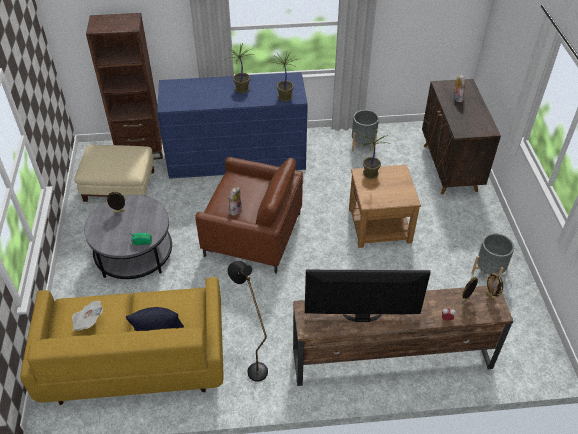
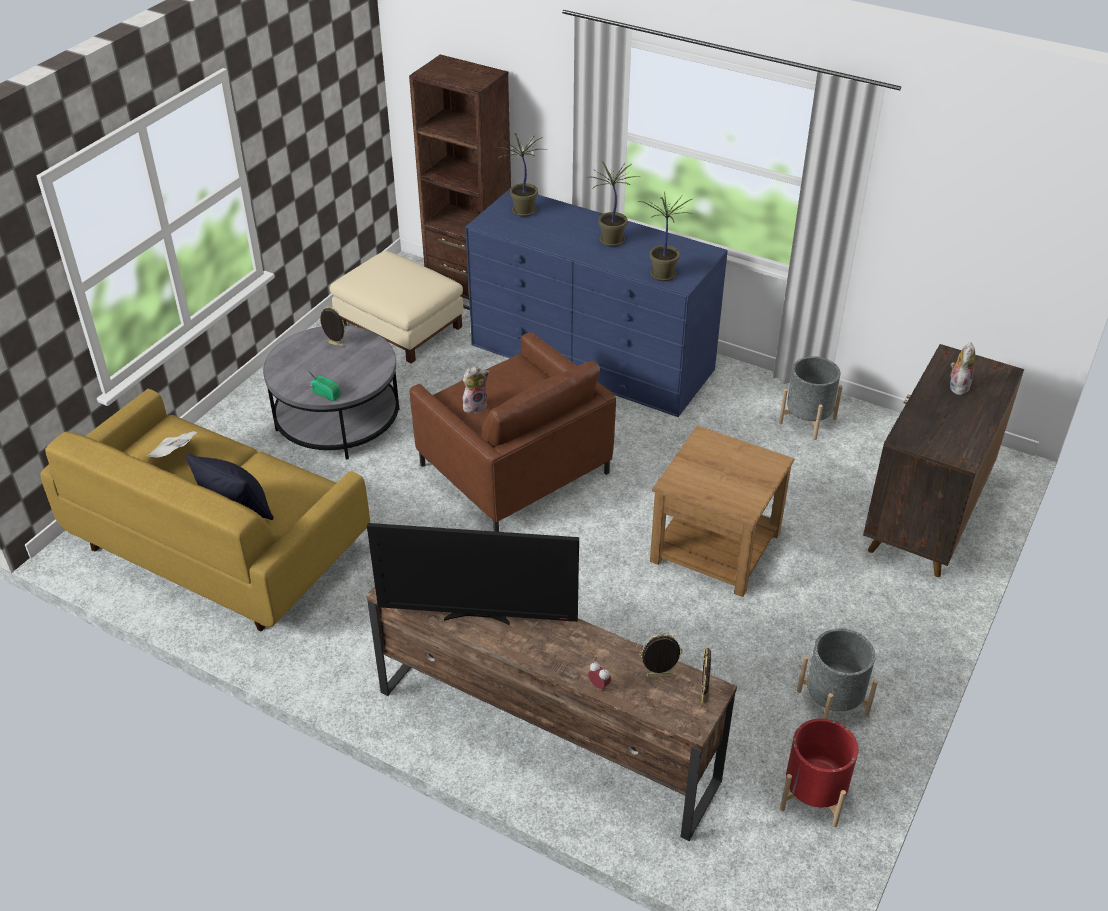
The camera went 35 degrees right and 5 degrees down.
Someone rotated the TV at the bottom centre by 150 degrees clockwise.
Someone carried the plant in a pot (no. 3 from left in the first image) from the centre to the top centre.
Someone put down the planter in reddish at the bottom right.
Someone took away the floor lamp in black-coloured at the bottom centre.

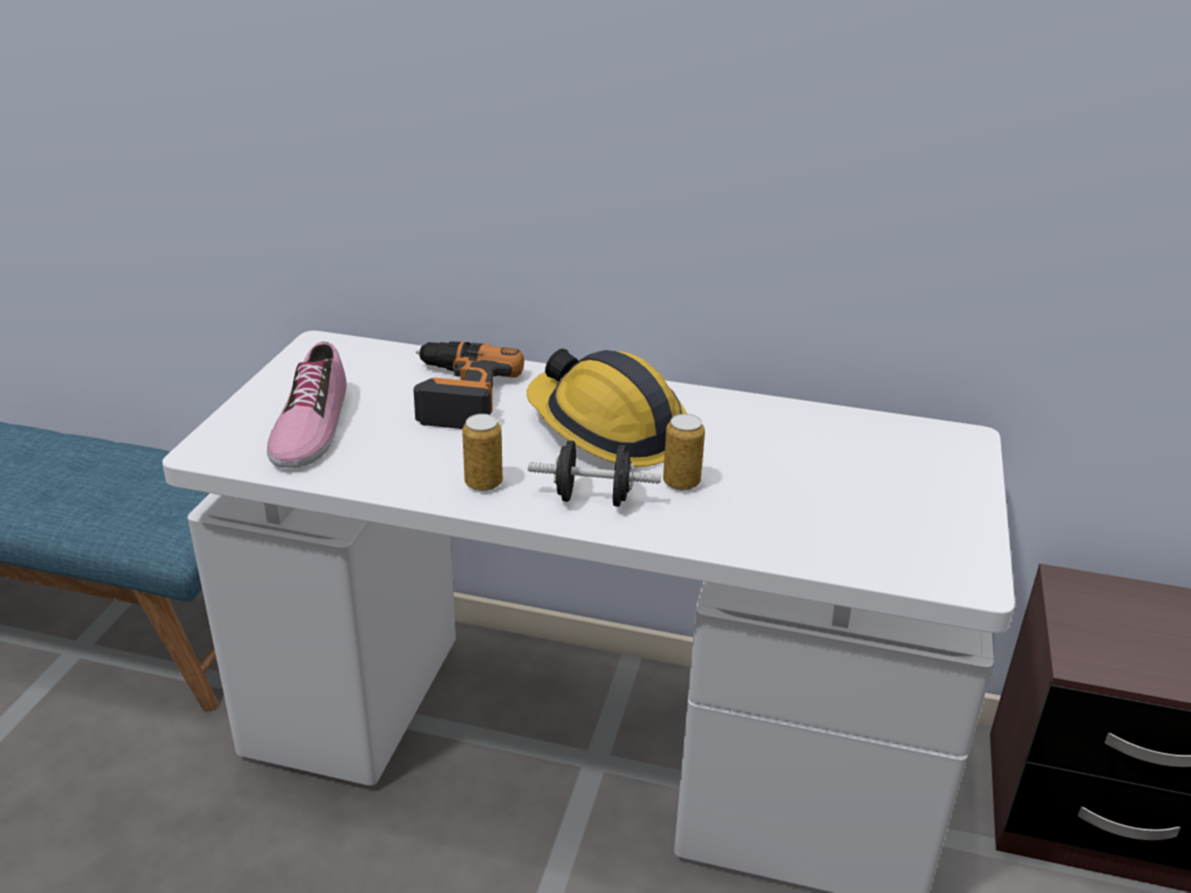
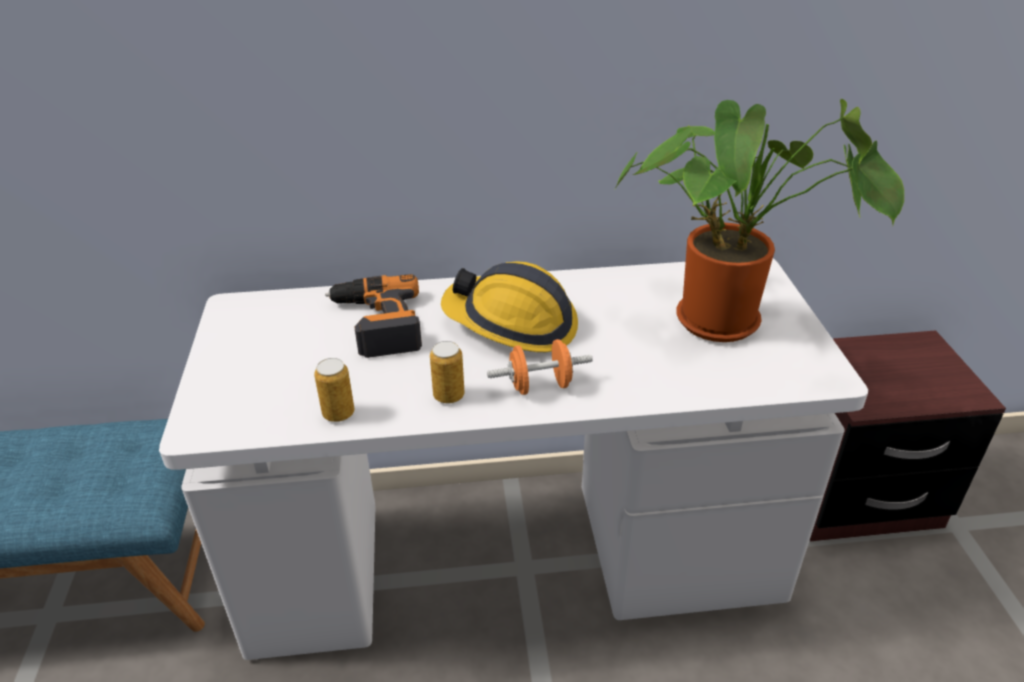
The camera went 20 degrees left and 5 degrees up.
Someone carried the sealed can (no. 2 from left in the first image) from the centre to the middle left.
Someone repainted the dumbbell in black-coloured at the centre, which became the dumbbell in orangey at the centre.
Someone put down the plant in a pot at the top right.
Someone took away the low shoe at the middle left.

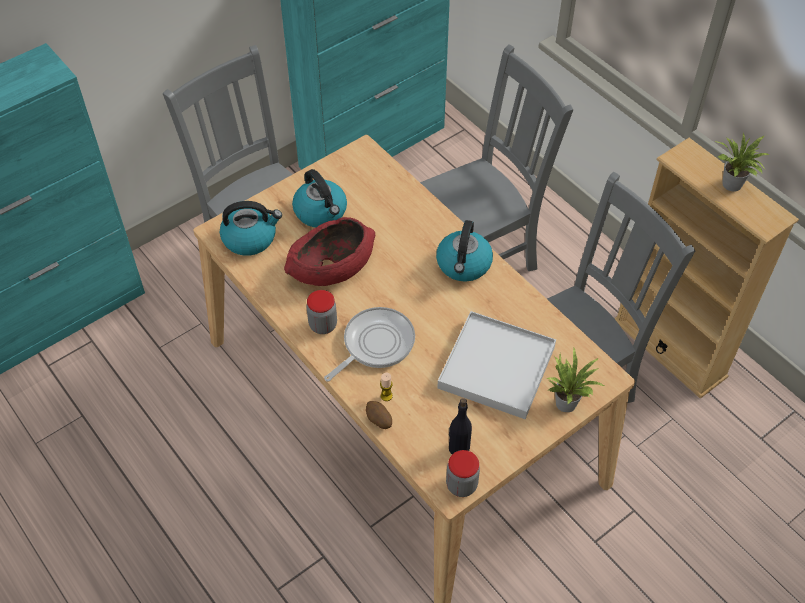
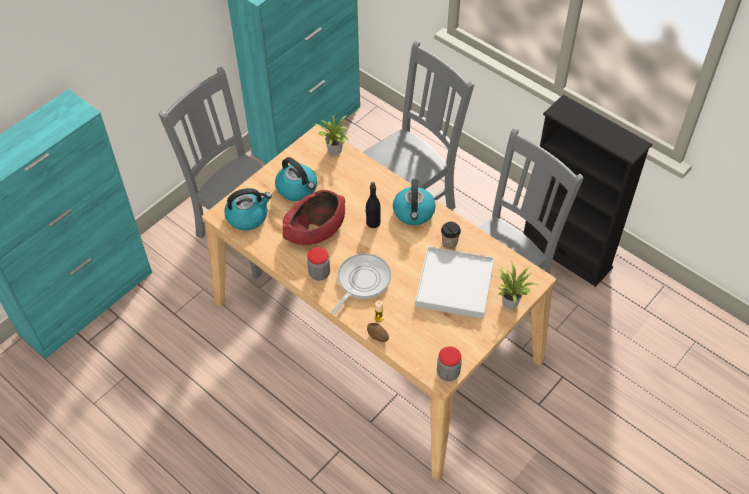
The camera went 10 degrees left and 0 degrees up.
Someone carried the plant in a pot (no. 2 from left in the first image) from the top right to the top centre.
Someone carried the drink bottle in black-coloured from the bottom centre to the centre.
Someone put down the cup at the centre.
Someone repainted the shelving unit in beige-coloured at the middle right, which became the shelving unit in black-coloured at the middle right.

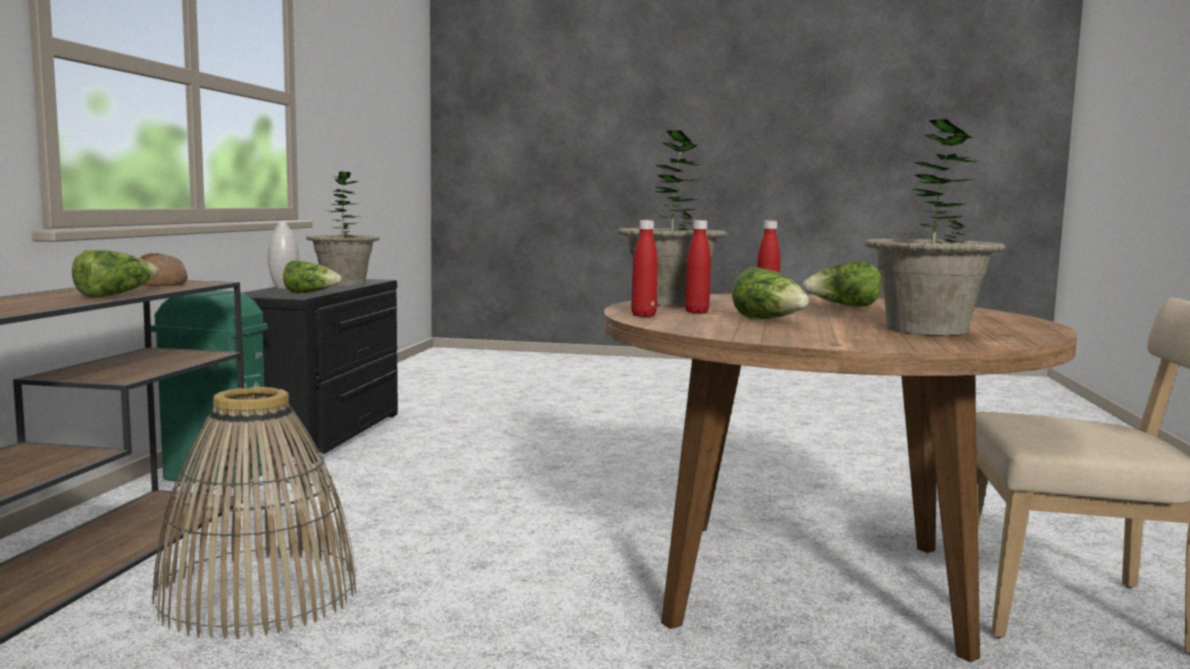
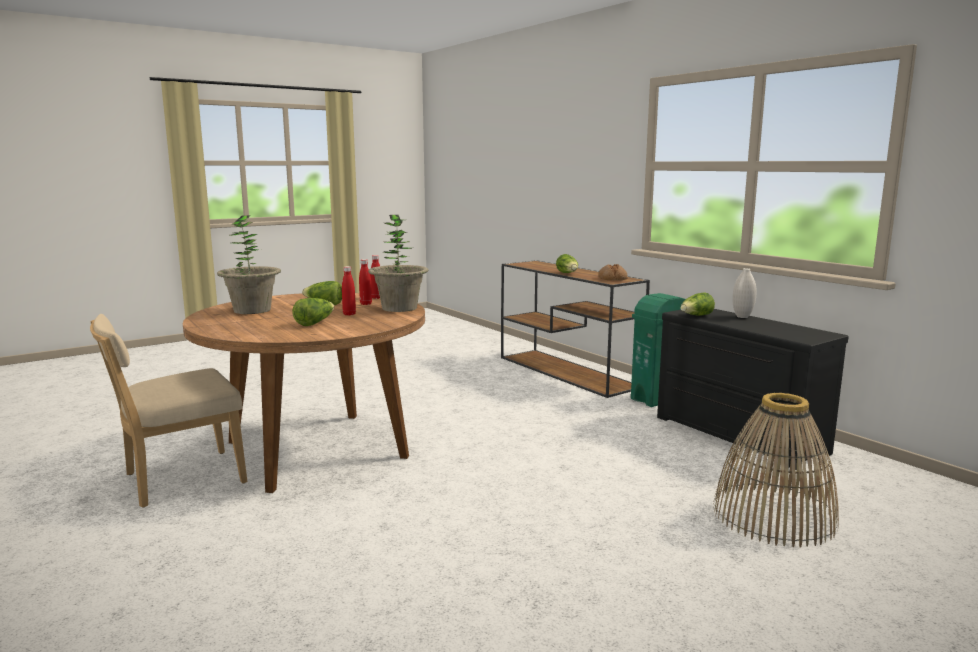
The camera went 135 degrees right and 5 degrees up.
Someone carried the storage basket from the bottom left to the bottom right.
Someone took away the plant in a pot (no. 1 from left) at the middle left.

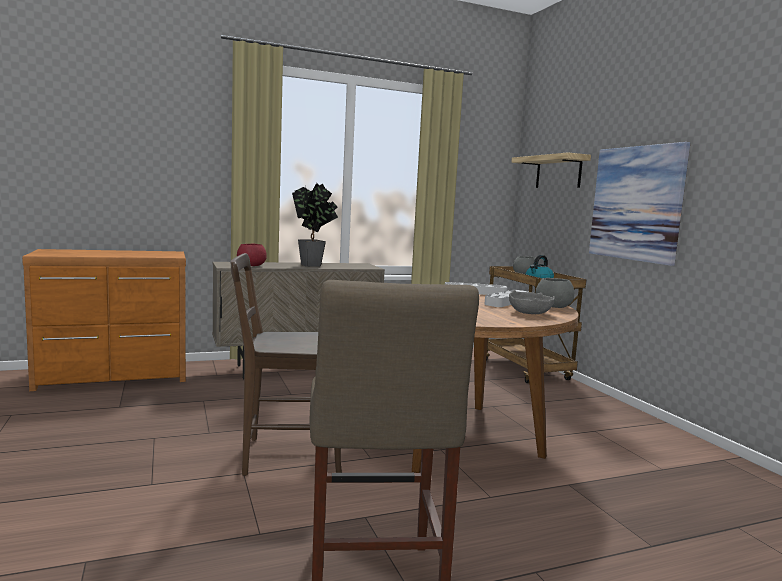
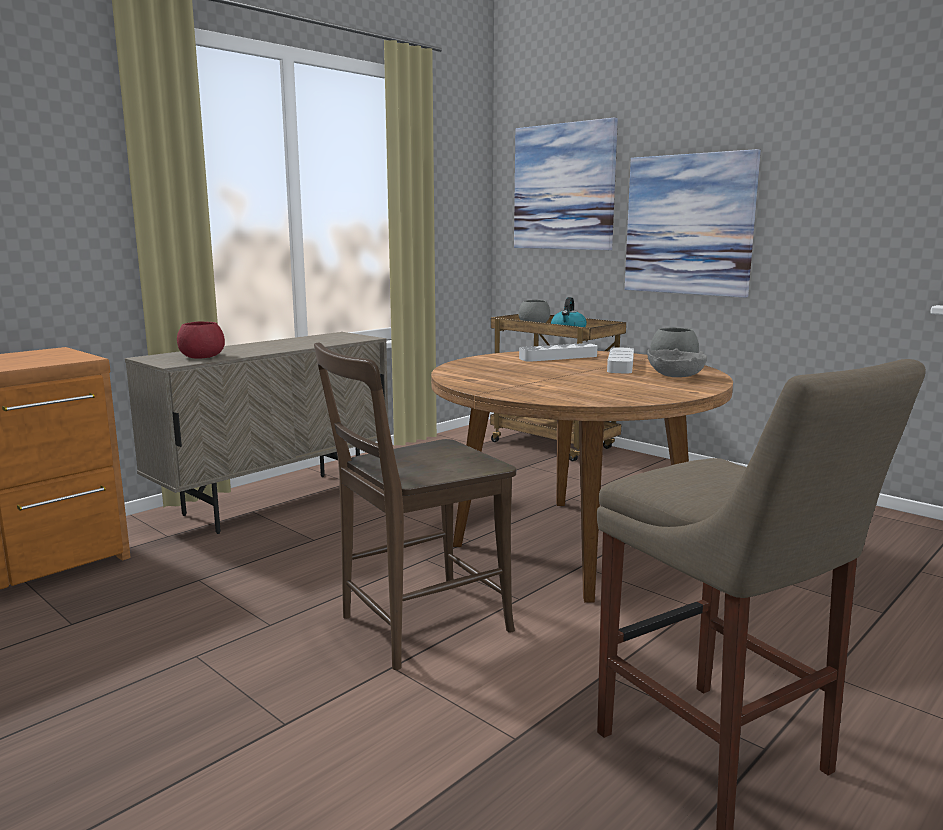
The camera went 25 degrees left and 5 degrees up.
Someone swapped the shelf at the top right for the wall picture (no. 1 from left) at the top centre.
Someone took away the plant in a pot at the centre.

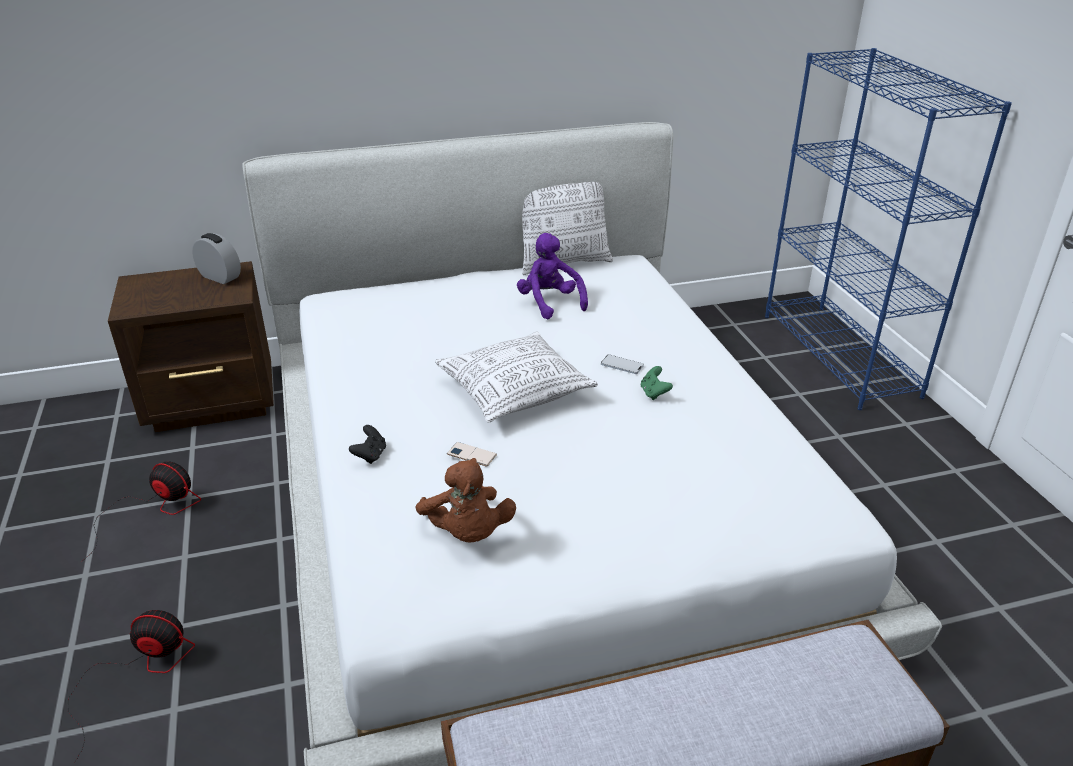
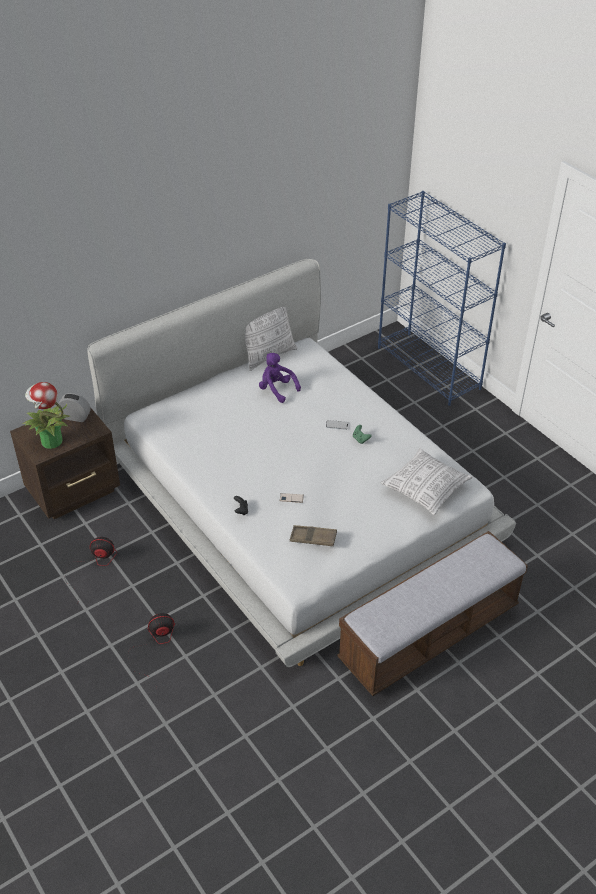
The camera went 20 degrees left and 10 degrees up.
Someone put down the plant in a pot at the middle left.
Someone swapped the plush toy in brownish at the centre for the tray in brownish at the centre.
Someone carried the pillow (no. 1 from left in the first image) from the centre to the middle right.

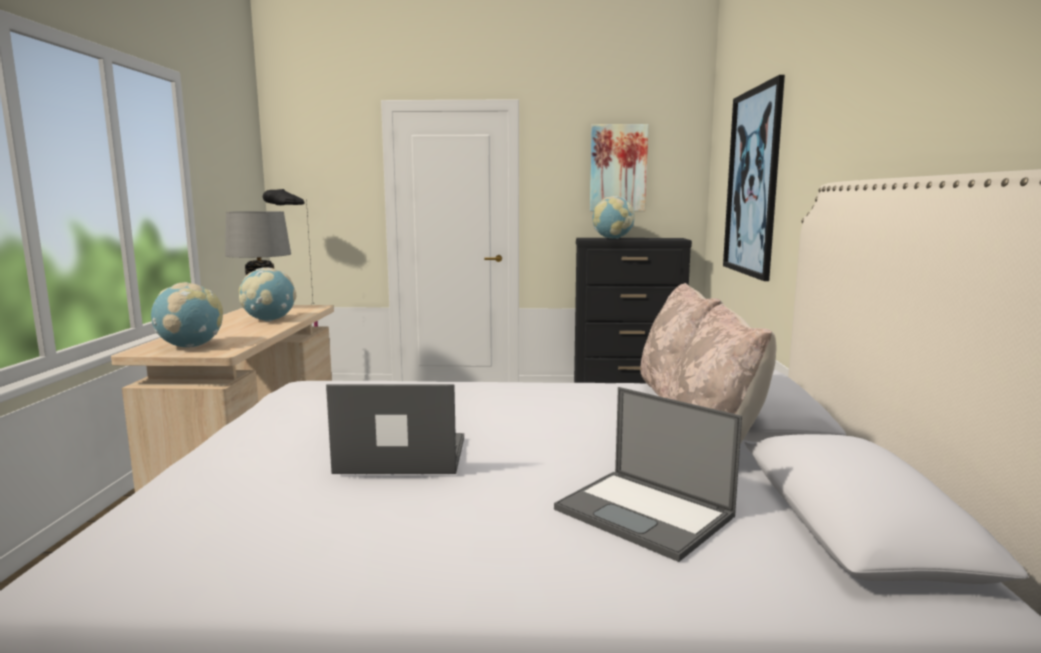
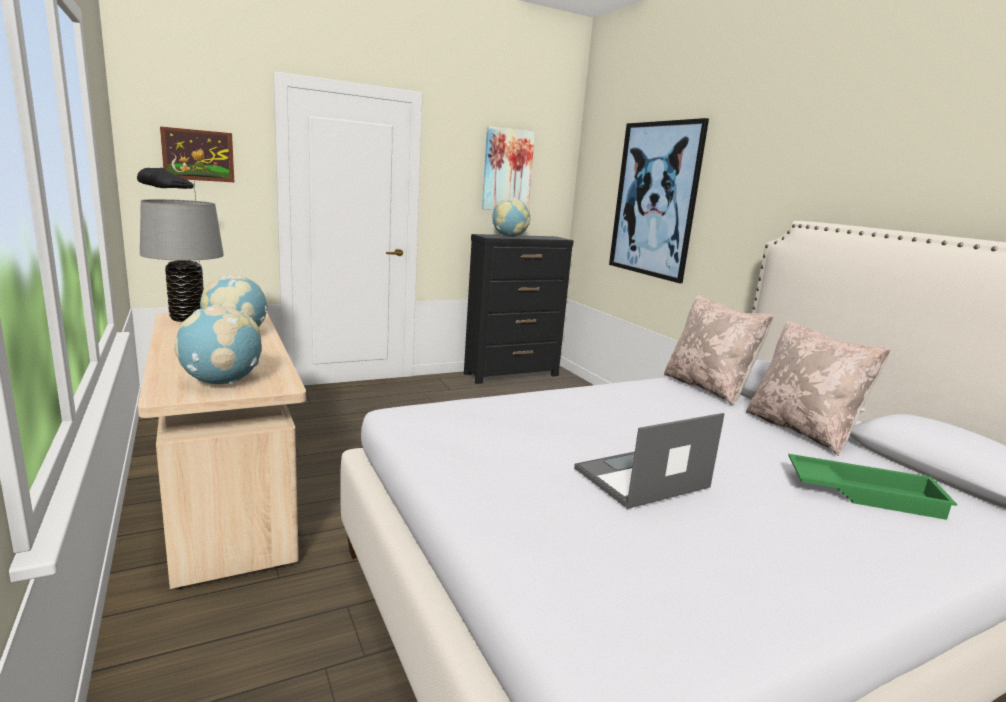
The camera went 30 degrees left and 5 degrees up.
Someone put up the wall picture (no. 1 from left) at the top left.
Someone swapped the portable computer (no. 2 from left) at the bottom centre for the tray in green-coloured at the bottom right.

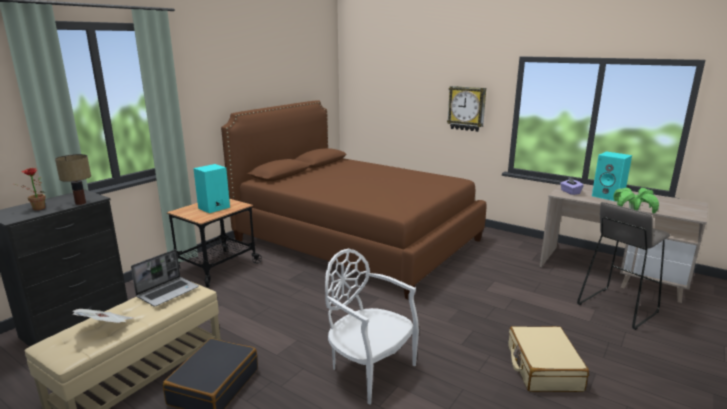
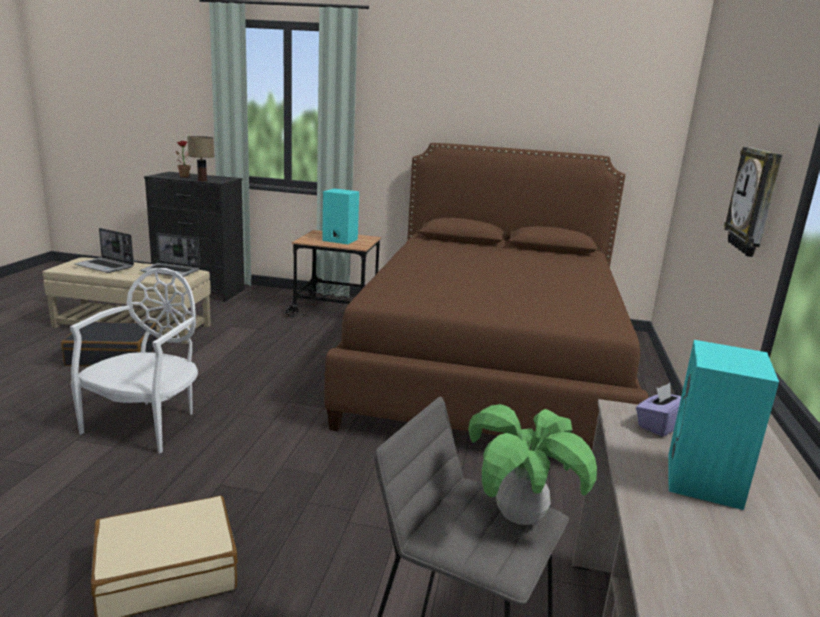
The camera went 65 degrees right and 0 degrees up.
Someone swapped the newspaper at the bottom left for the portable computer (no. 1 from left) at the middle left.

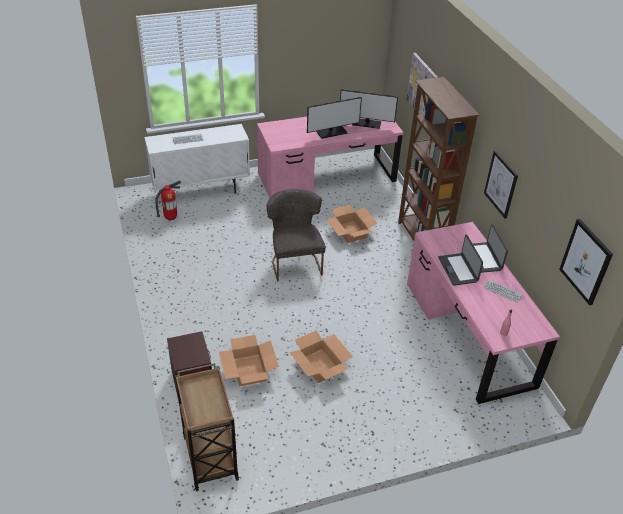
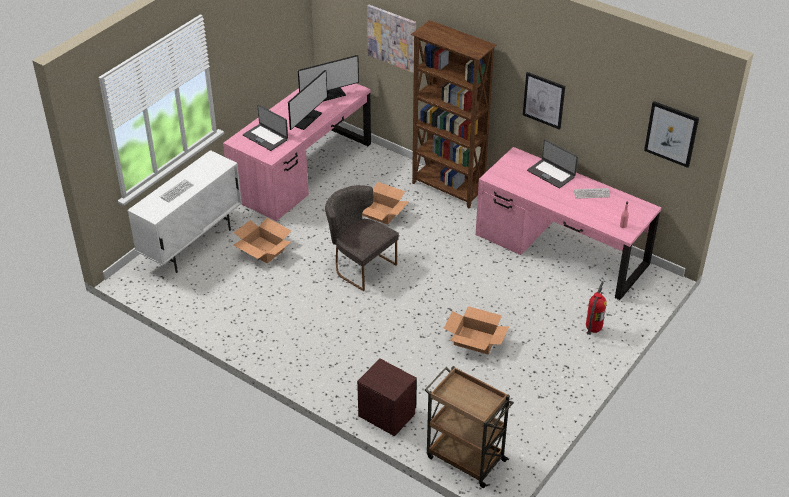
The camera went 35 degrees left and 0 degrees up.
Someone carried the packing box (no. 1 from left) from the bottom centre to the middle left.
Someone carried the portable computer (no. 1 from left) from the middle right to the top centre.
Someone carried the fire-fighting cylinder from the middle left to the middle right.

